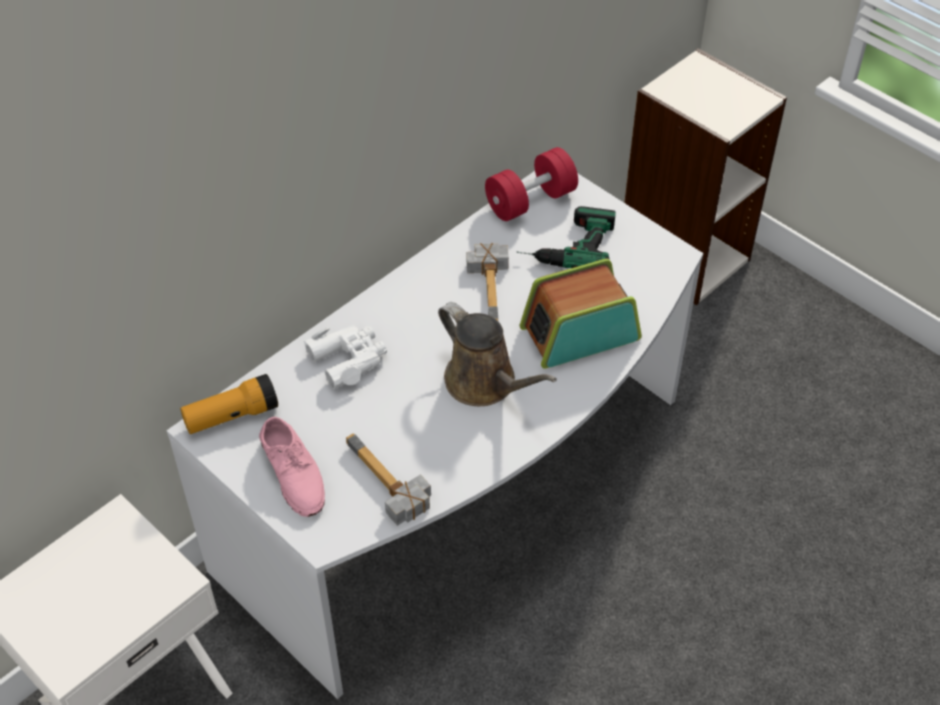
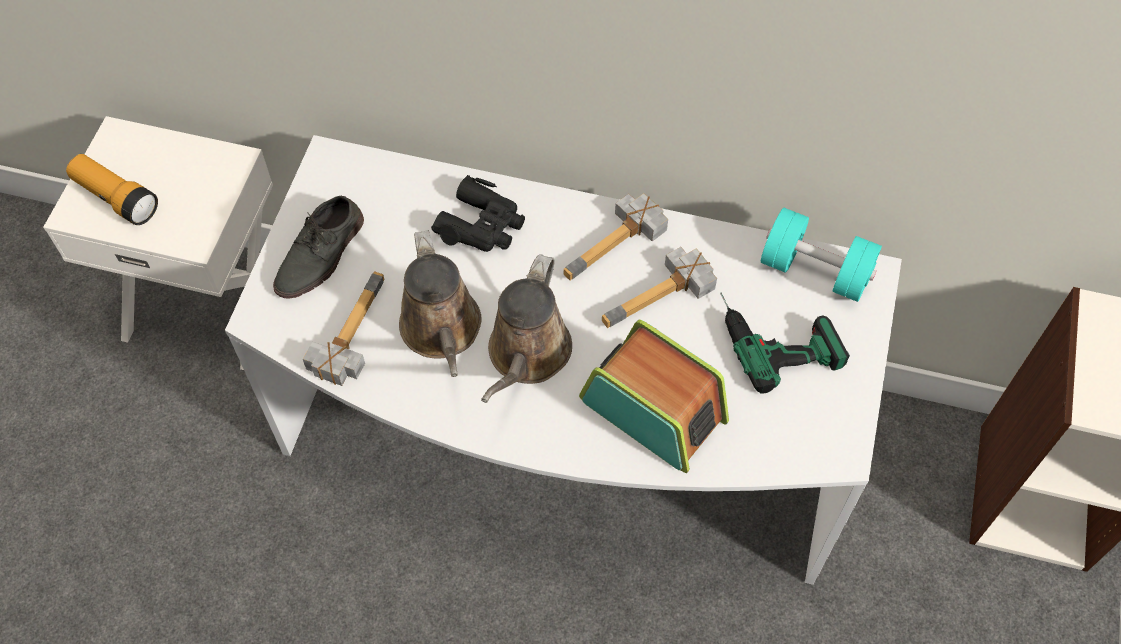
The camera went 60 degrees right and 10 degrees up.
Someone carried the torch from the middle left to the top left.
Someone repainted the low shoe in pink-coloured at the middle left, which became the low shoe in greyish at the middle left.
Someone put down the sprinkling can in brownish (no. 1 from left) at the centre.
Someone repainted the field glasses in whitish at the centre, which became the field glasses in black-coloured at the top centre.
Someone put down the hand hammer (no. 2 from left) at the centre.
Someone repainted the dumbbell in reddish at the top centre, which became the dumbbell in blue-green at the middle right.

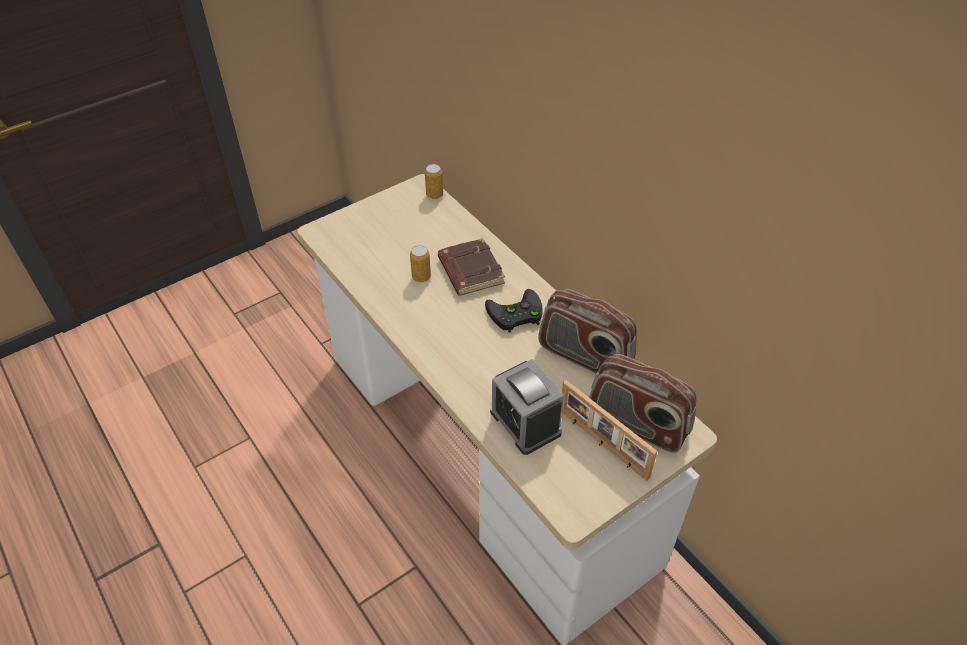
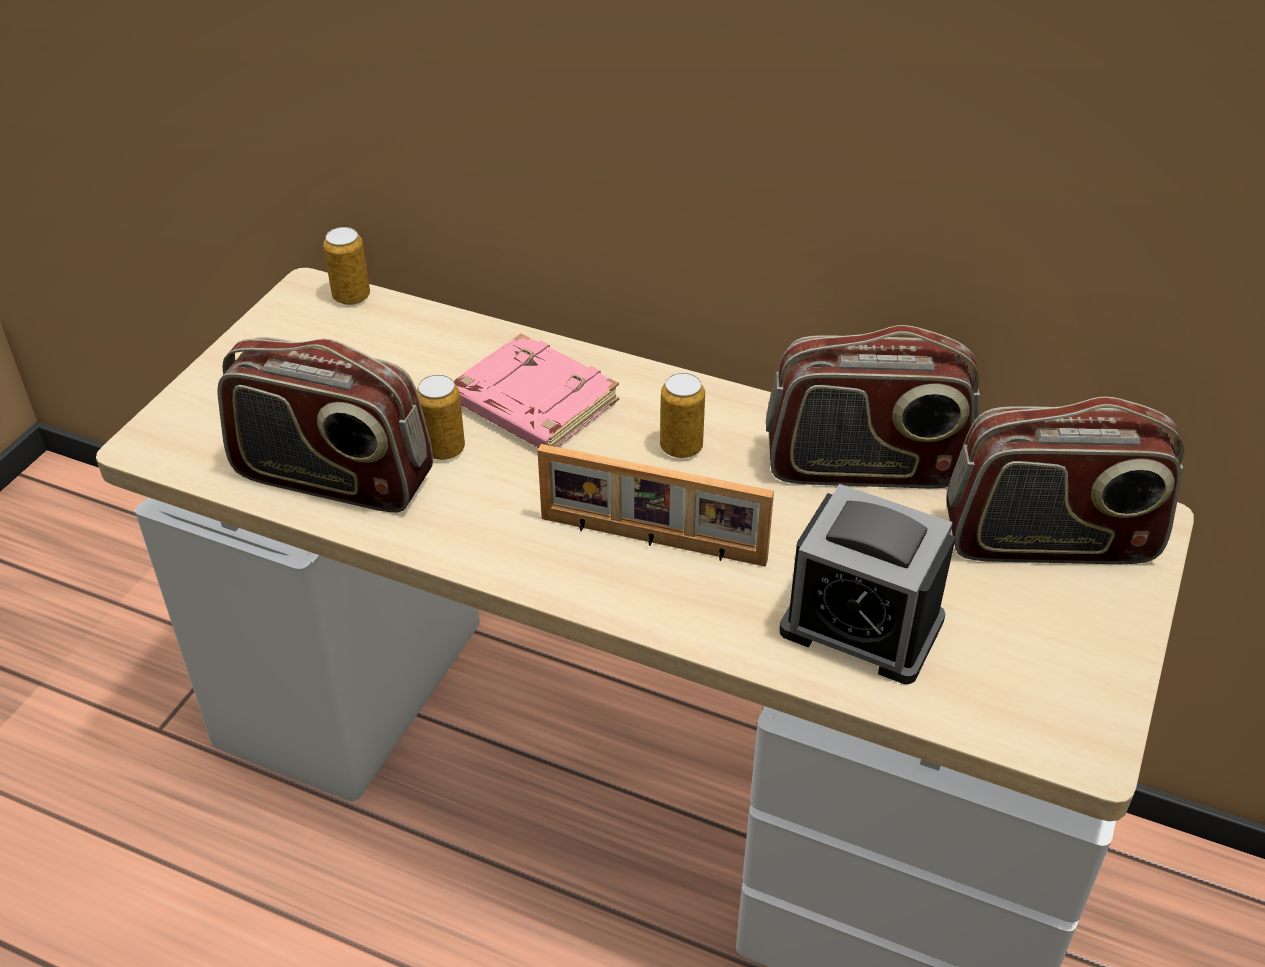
The camera went 30 degrees left and 5 degrees down.
Someone put down the radio set (no. 1 from left) at the middle left.
Someone repainted the book in brownish at the centre, which became the book in pink-coloured at the centre.
Someone carried the photo frame from the bottom centre to the centre.
Someone swapped the game controller in black-coloured at the centre for the sealed can (no. 3 from left) at the centre.

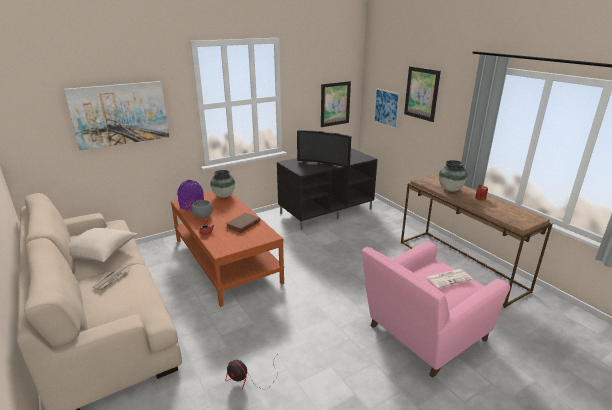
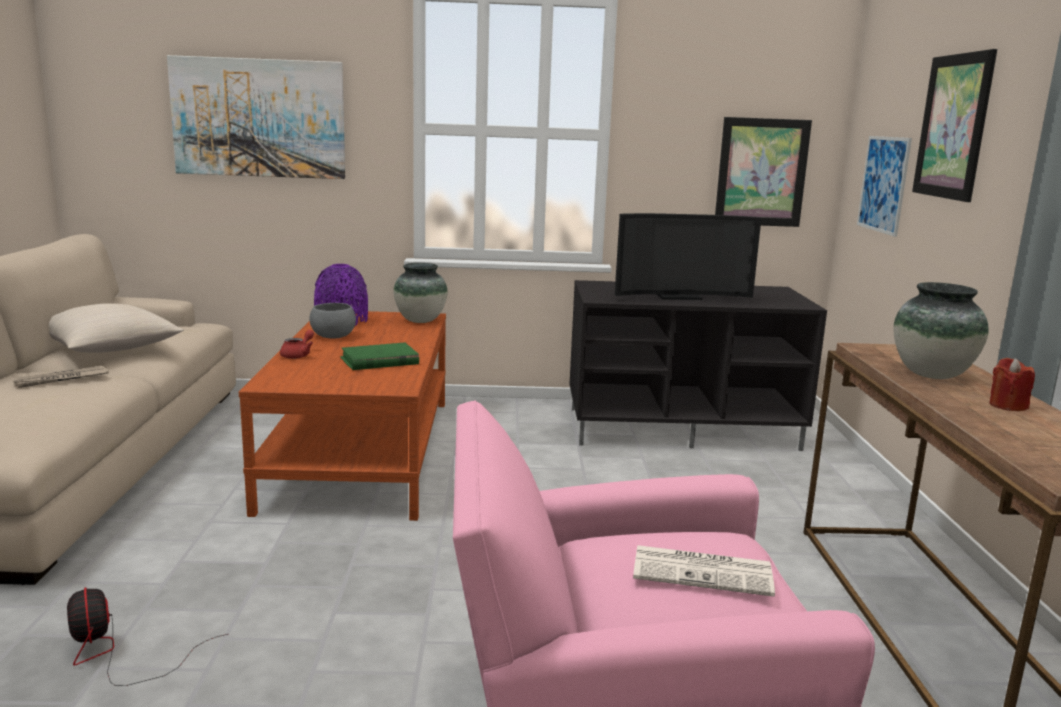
The camera went 30 degrees right and 10 degrees down.
Someone repainted the book in brownish at the centre, which became the book in green-coloured at the centre.
Someone rotated the TV at the centre by 60 degrees counterclockwise.

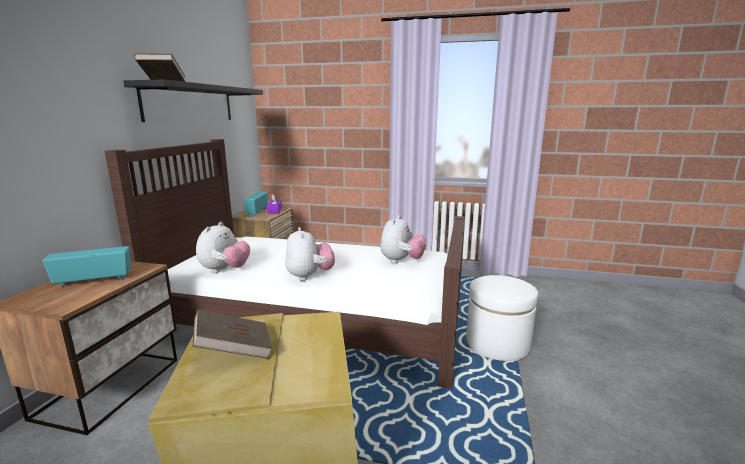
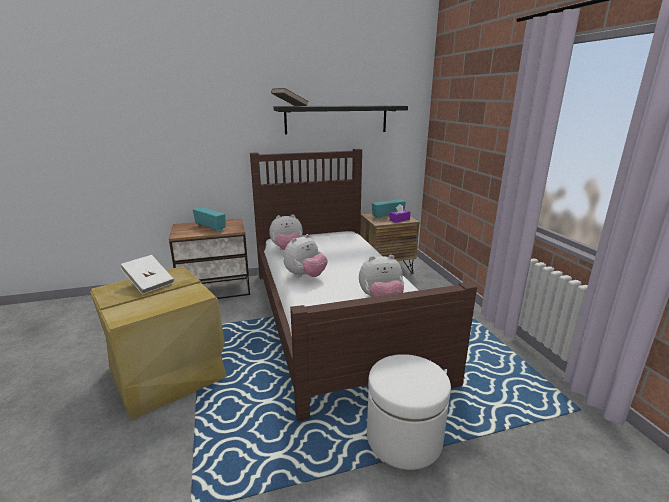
The camera went 60 degrees right and 5 degrees up.
Someone repainted the book in brownish (no. 2 from left) at the bottom left, which became the book in whitish at the middle left.

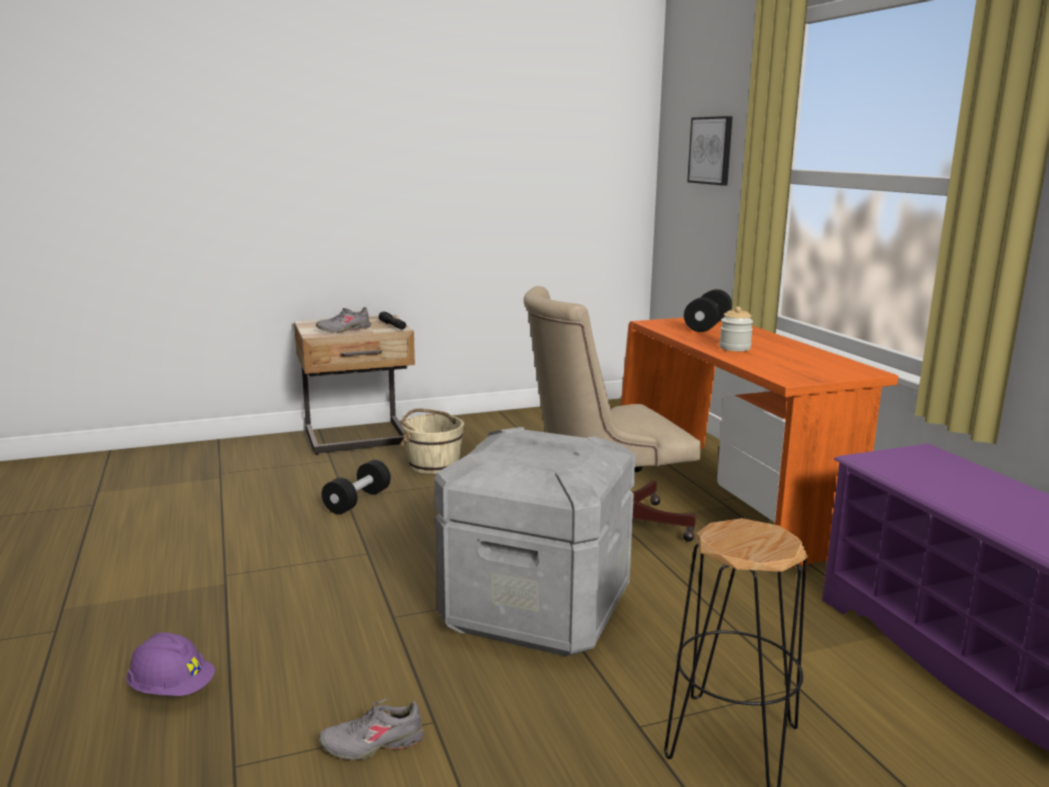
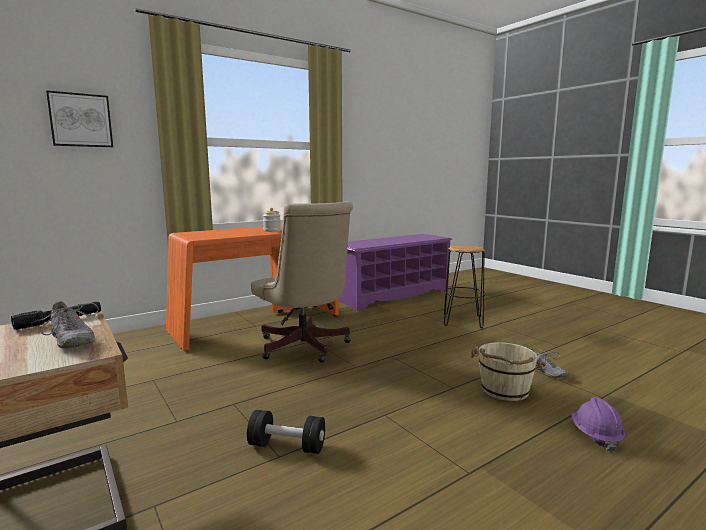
The camera went 105 degrees left and 5 degrees down.
Someone carried the bucket in beige-coloured from the centre to the bottom right.
Someone took away the storage box in greyish at the bottom centre.
Someone took away the dumbbell in black-coloured (no. 2 from left) at the middle right.

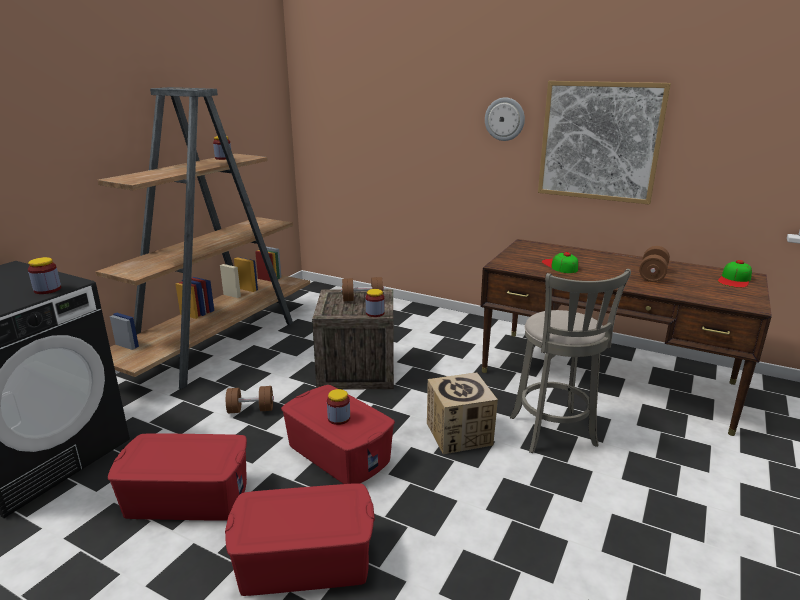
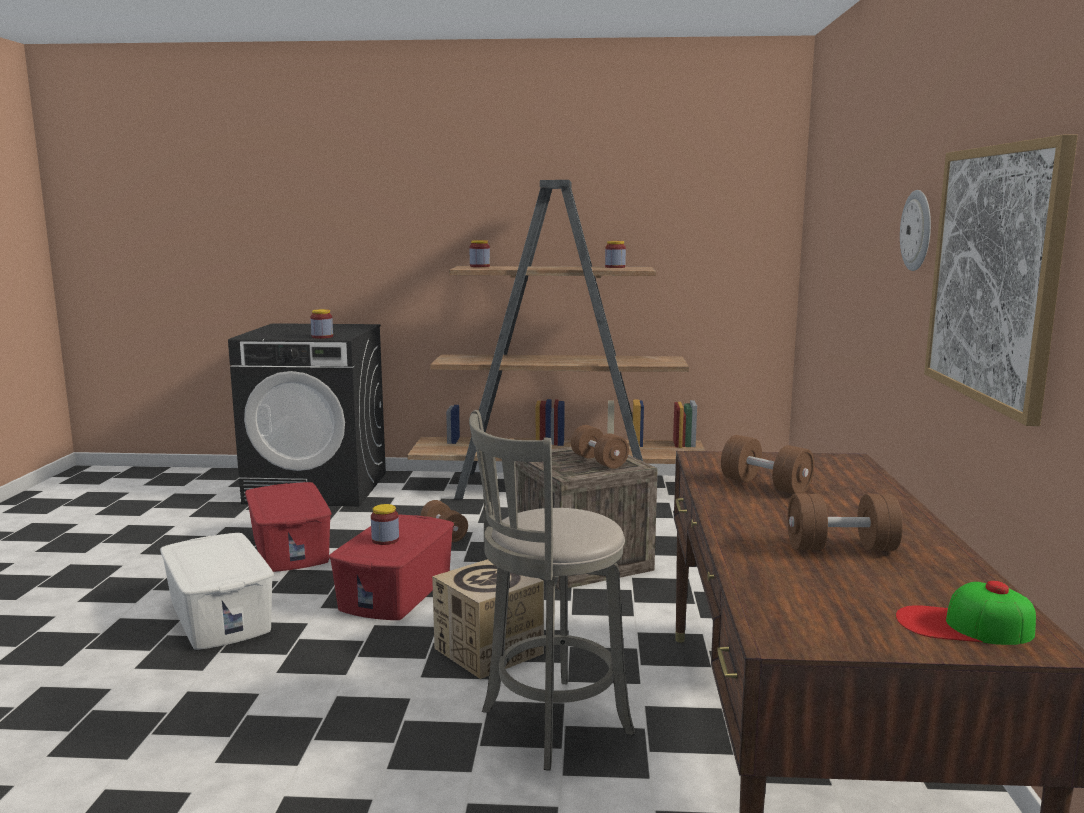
The camera went 65 degrees right and 10 degrees down.
Someone repainted the storage box in reddish (no. 2 from left) at the bottom centre, which became the storage box in whitish at the bottom left.
Someone carried the preserve jar (no. 4 from left in the first image) from the centre to the top centre.
Someone swapped the baseball cap (no. 1 from left) at the middle right for the dumbbell in brownish (no. 3 from left) at the middle right.

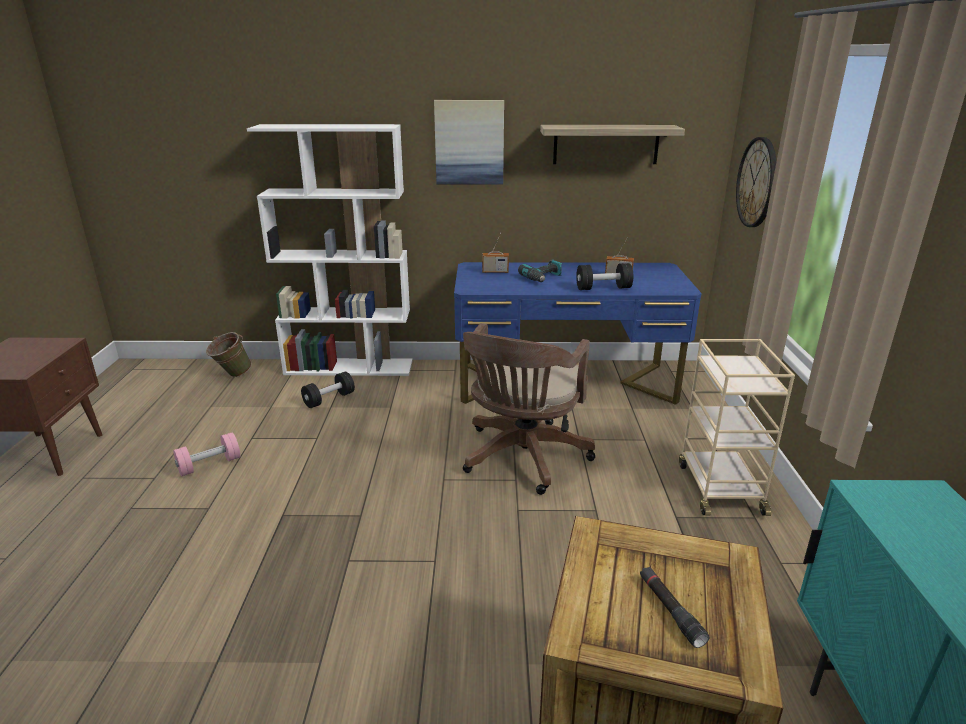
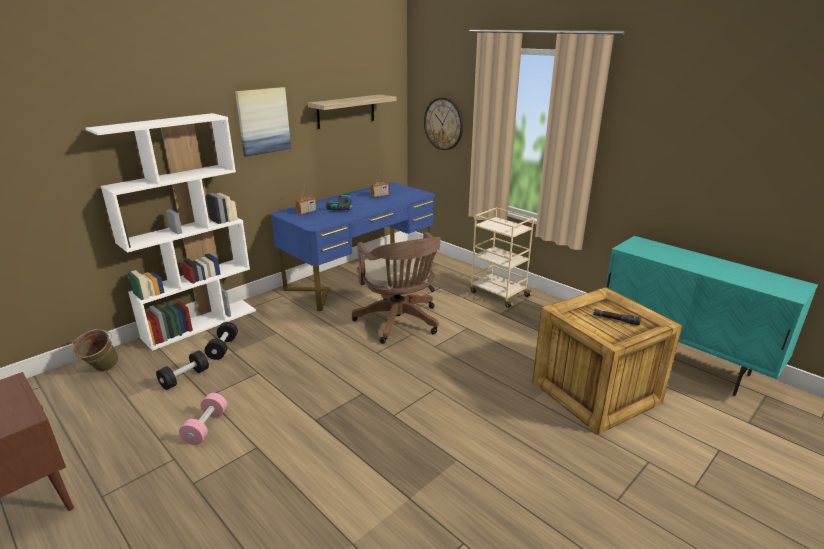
The camera went 45 degrees left and 0 degrees up.
Someone carried the dumbbell in black-coloured (no. 2 from left in the first image) from the centre to the bottom left.

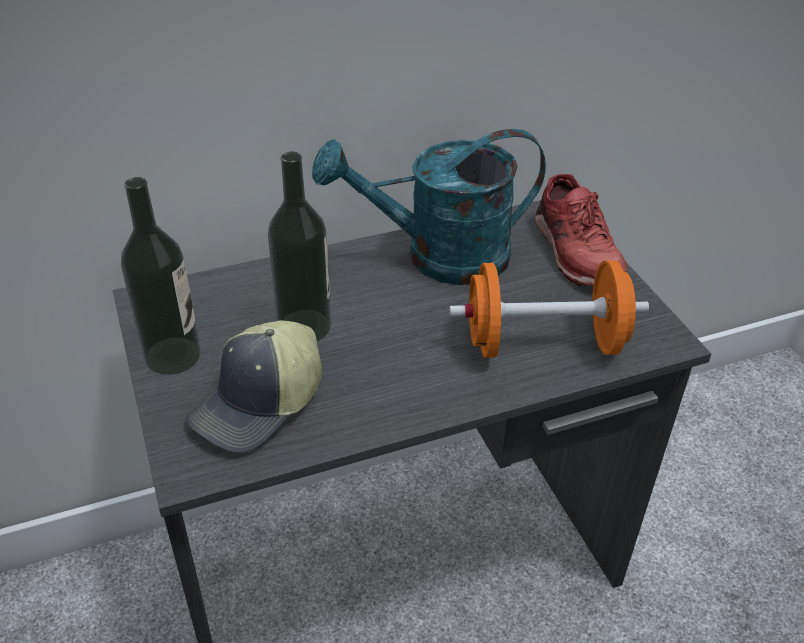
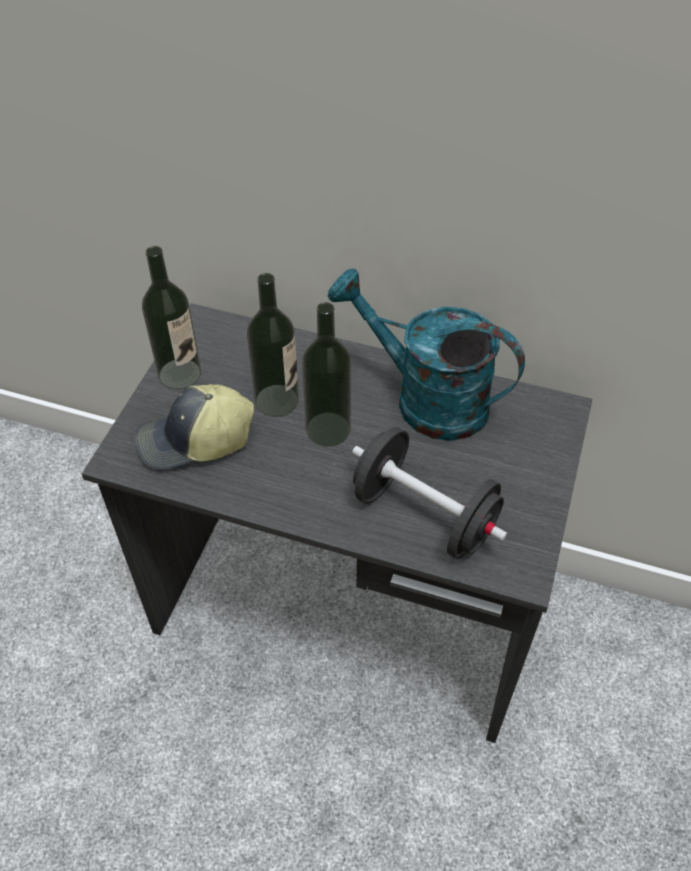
The camera went 40 degrees right and 10 degrees up.
Someone put down the drink bottle (no. 3 from left) at the centre.
Someone repainted the dumbbell in orangey at the middle right, which became the dumbbell in black-coloured at the centre.
Someone took away the low shoe in reddish at the middle right.

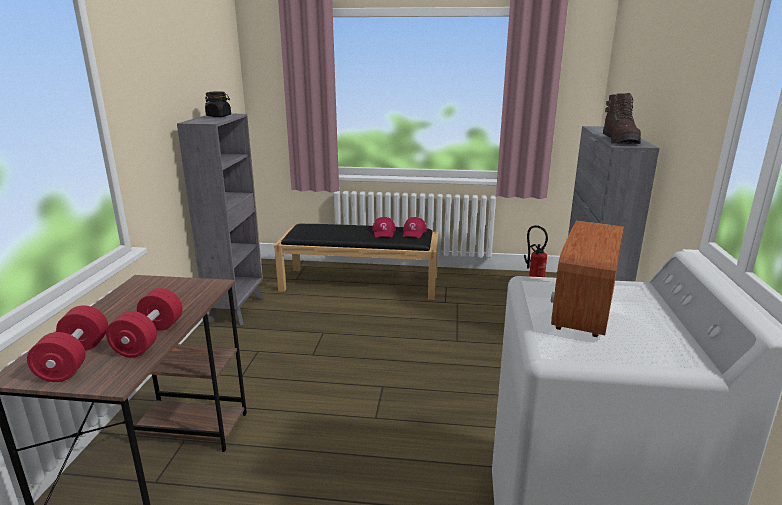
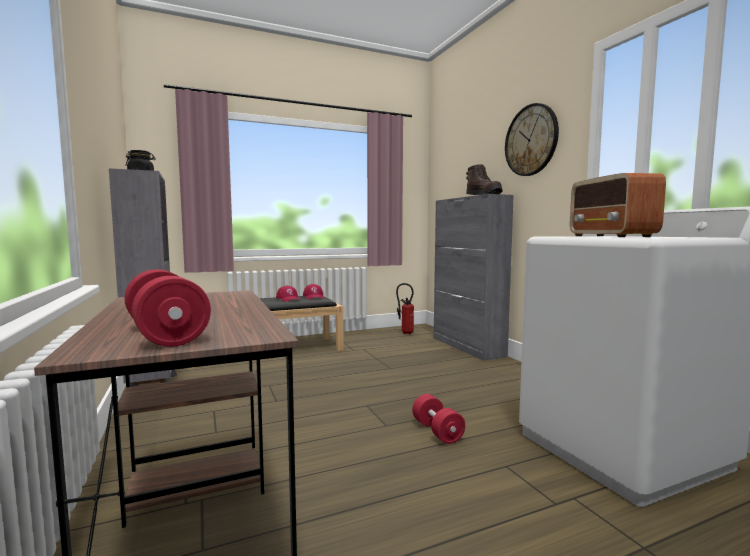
The camera went 30 degrees left and 15 degrees down.
Someone carried the dumbbell in reddish (no. 2 from left) from the middle left to the bottom centre.
Someone put up the clock on the wall at the top right.

